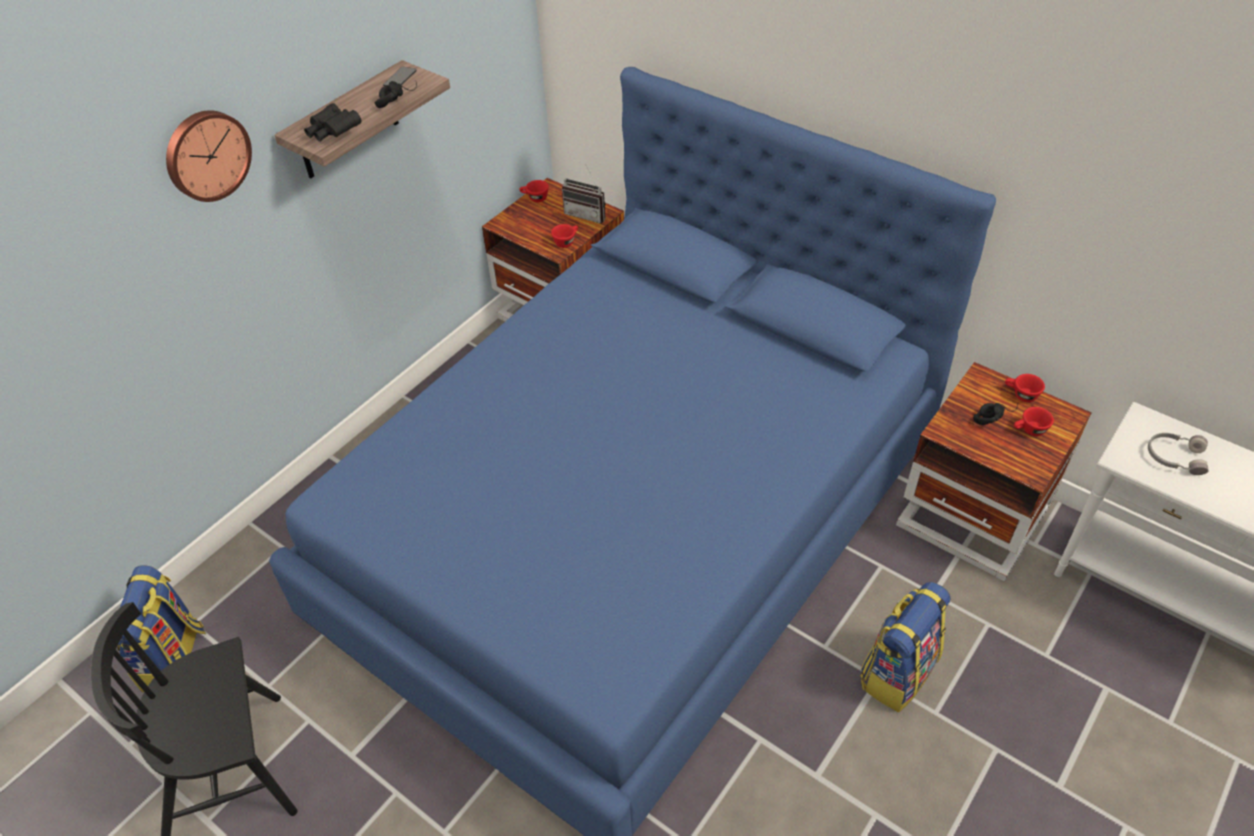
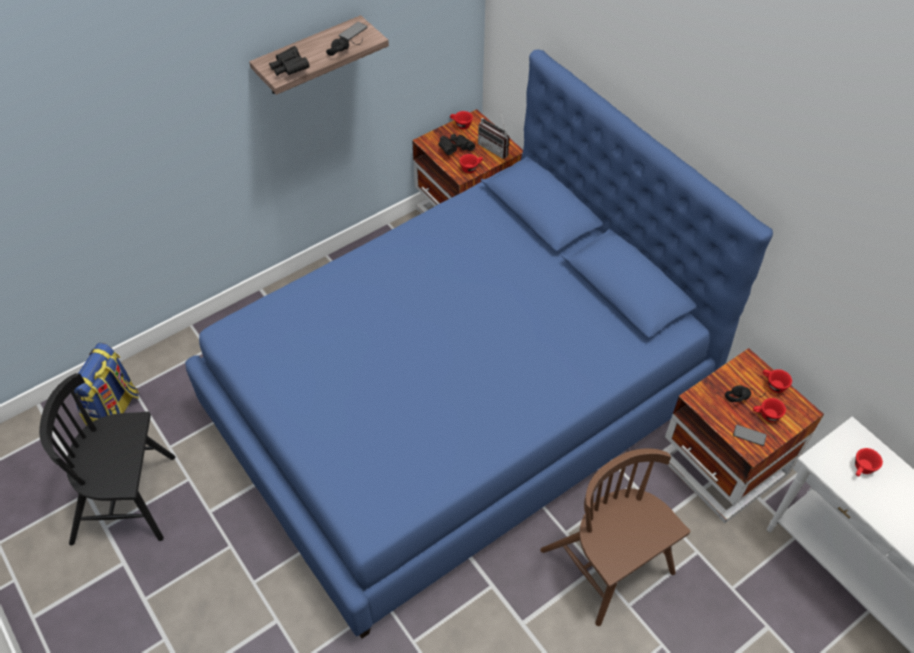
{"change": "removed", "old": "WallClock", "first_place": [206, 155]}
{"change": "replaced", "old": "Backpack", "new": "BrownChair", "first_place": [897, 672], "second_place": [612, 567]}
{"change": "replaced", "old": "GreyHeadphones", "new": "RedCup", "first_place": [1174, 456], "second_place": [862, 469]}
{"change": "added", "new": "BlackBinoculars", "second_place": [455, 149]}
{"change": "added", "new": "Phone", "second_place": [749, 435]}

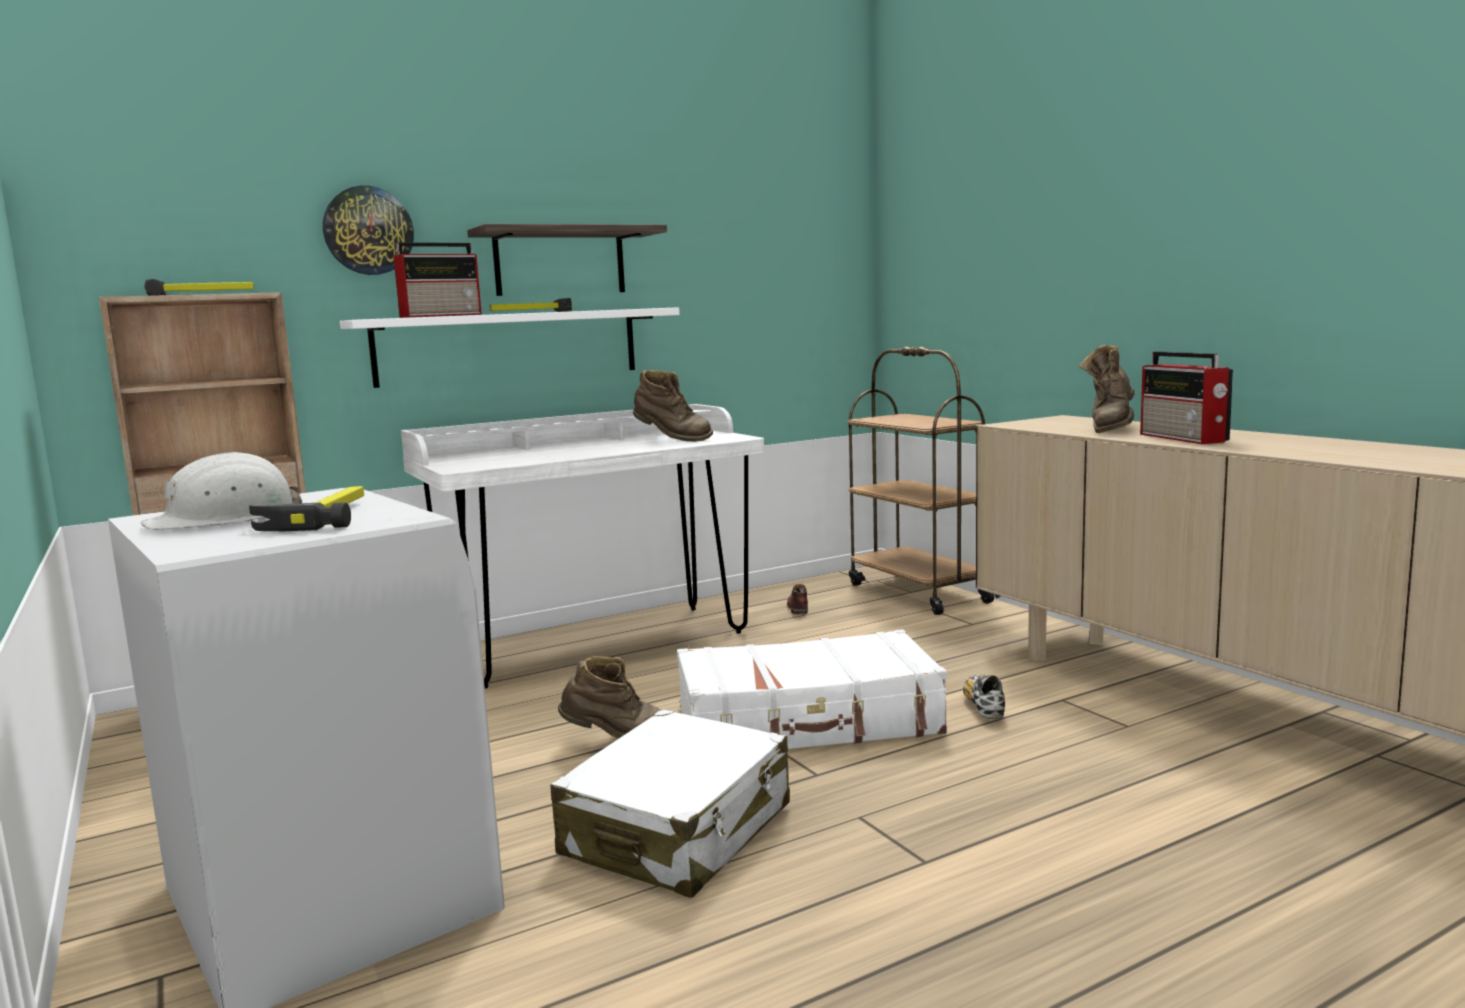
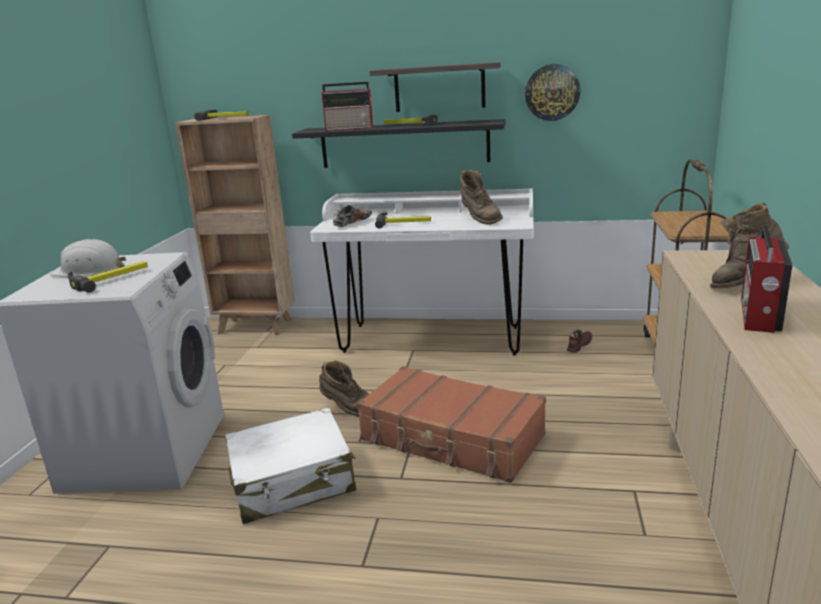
{"change": "moved", "old": "WallClock", "first_place": [368, 231], "second_place": [552, 92]}
{"change": "recoloured", "old": "WhiteShelf", "new": "BlackShelf", "first_place": [509, 346], "second_place": [404, 144]}
{"change": "recoloured", "old": "WhiteSuitcase", "new": "BrownSuitcase", "first_place": [808, 722], "second_place": [451, 438]}
{"change": "moved", "old": "Shoe", "first_place": [983, 707], "second_place": [353, 223]}
{"change": "added", "new": "Hammer", "second_place": [404, 223]}

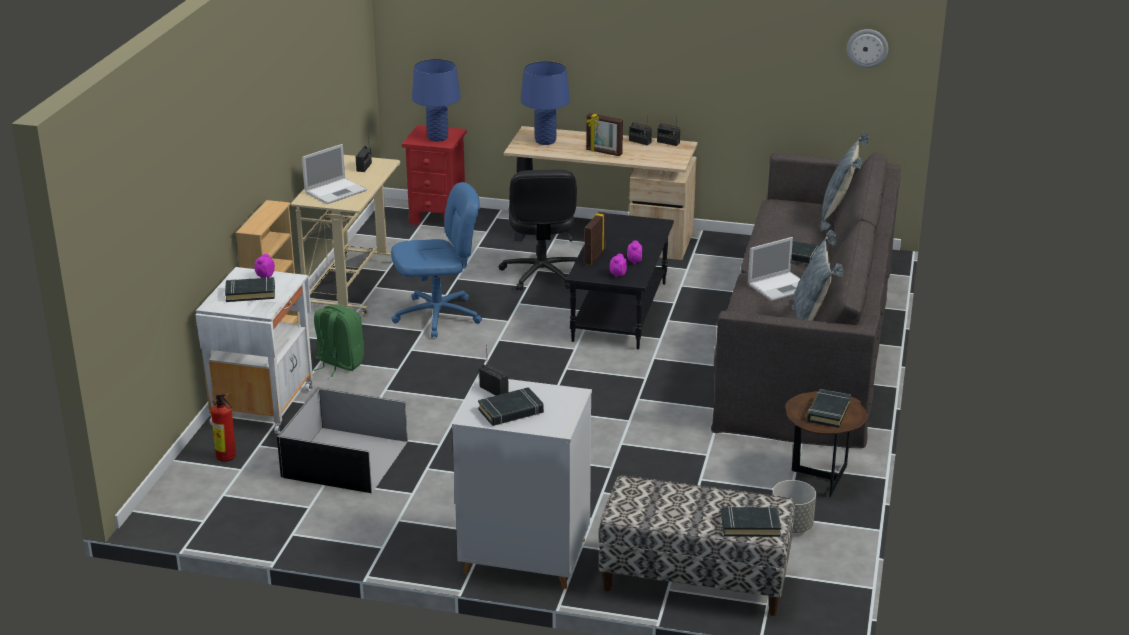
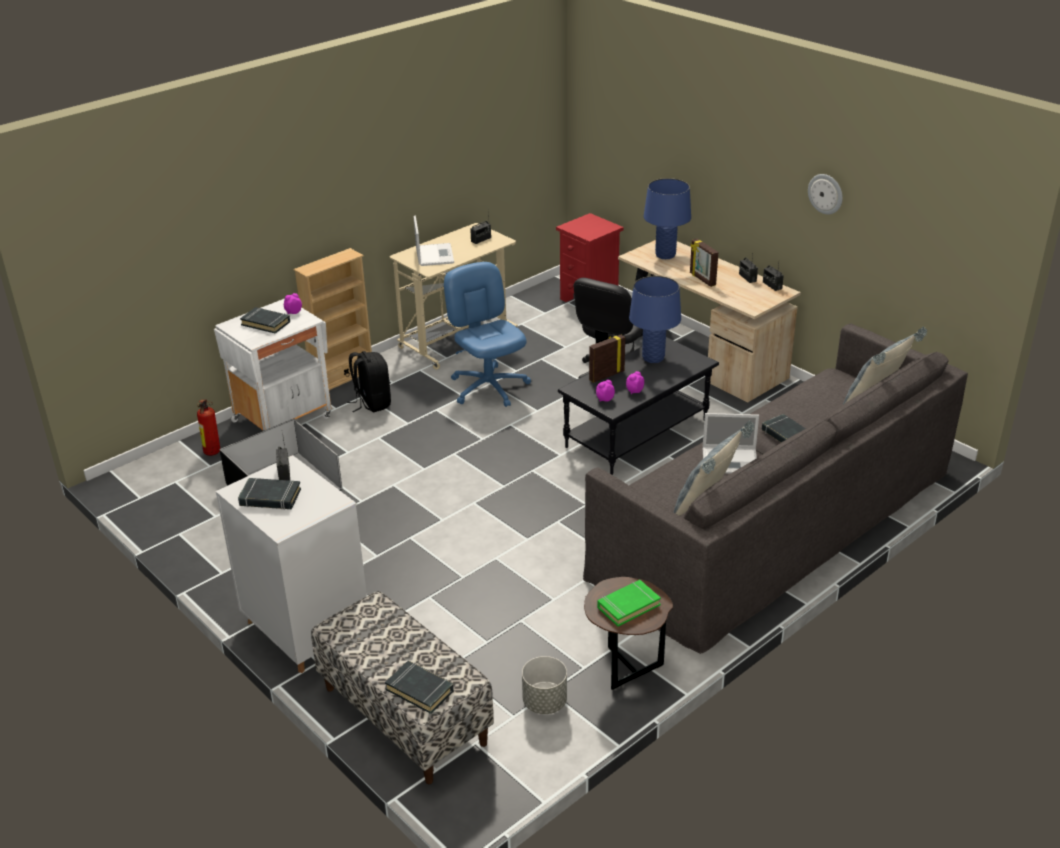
{"change": "turned", "old": "Laptop", "first_place": [336, 191], "second_place": [434, 255], "degrees": -90}
{"change": "recoloured", "old": "GreenBackpack", "new": "BlackBackpack", "first_place": [339, 364], "second_place": [372, 403]}
{"change": "turned", "old": "BlueOfficeChair", "first_place": [438, 316], "second_place": [489, 387], "degrees": -135}
{"change": "moved", "old": "BlueTableLamp", "first_place": [438, 138], "second_place": [653, 358]}
{"change": "recoloured", "old": "BlackBook", "new": "GreenBook", "first_place": [828, 412], "second_place": [628, 606]}
{"change": "moved", "old": "WallClock", "first_place": [867, 48], "second_place": [825, 193]}

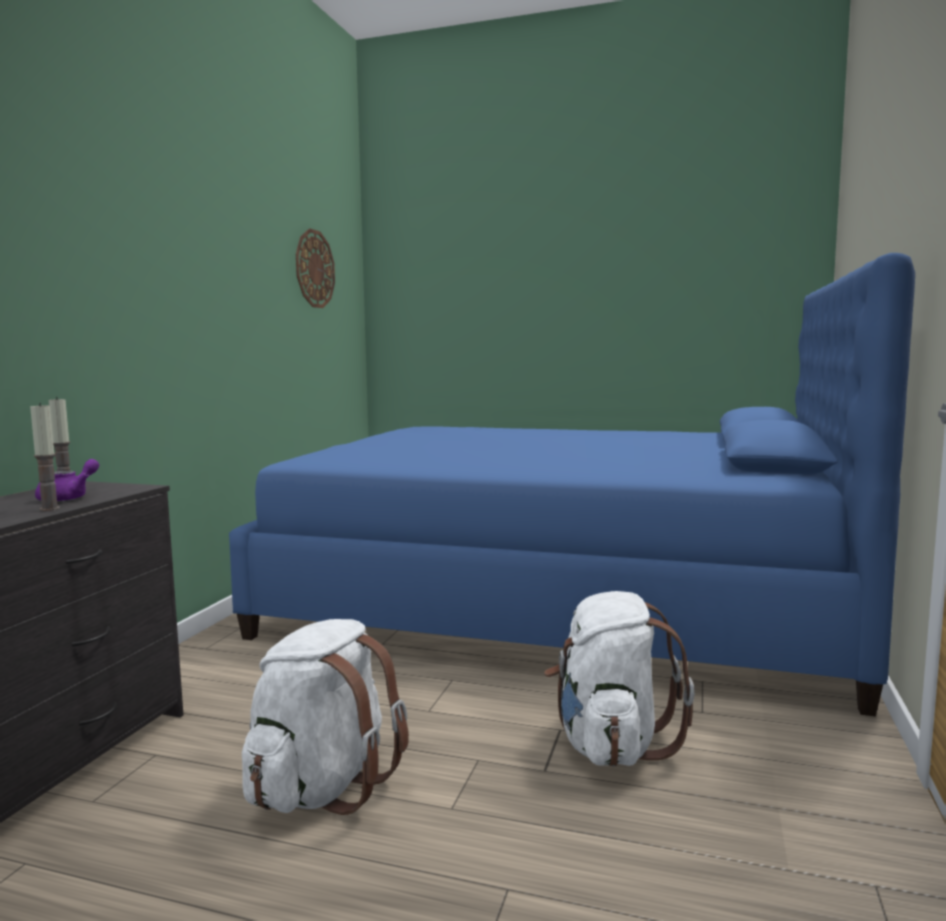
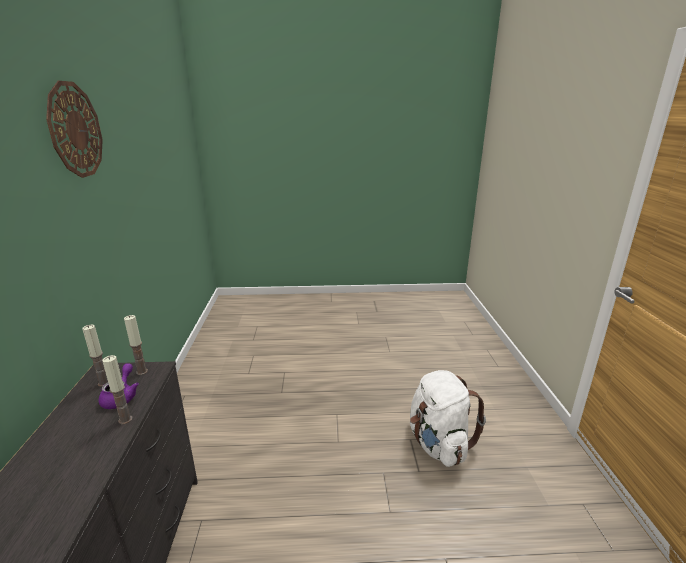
{"change": "removed", "old": "BlueBed", "first_place": [561, 601]}
{"change": "removed", "old": "WhiteBackpack", "first_place": [323, 786]}
{"change": "moved", "old": "WallClock", "first_place": [314, 269], "second_place": [75, 130]}
{"change": "added", "new": "Candle", "second_place": [142, 371]}

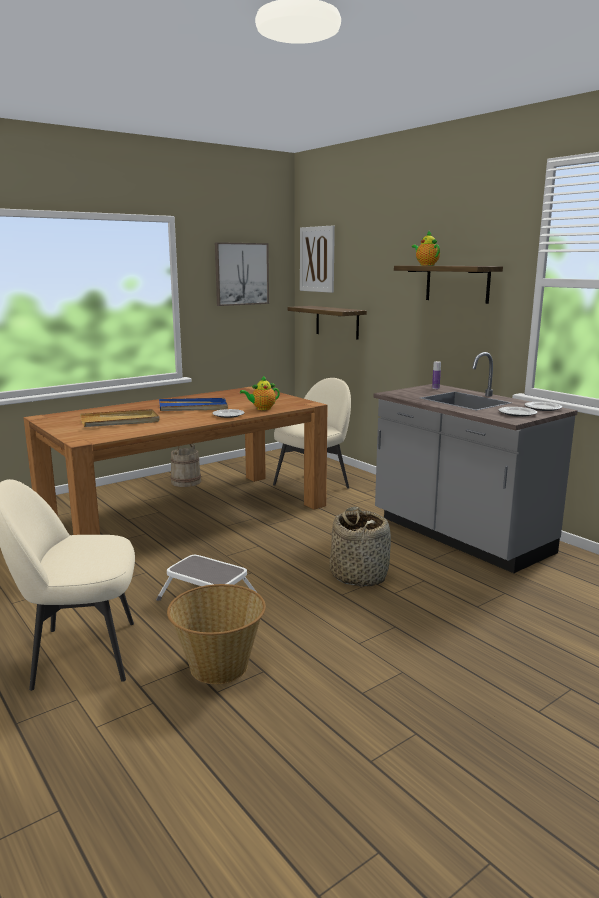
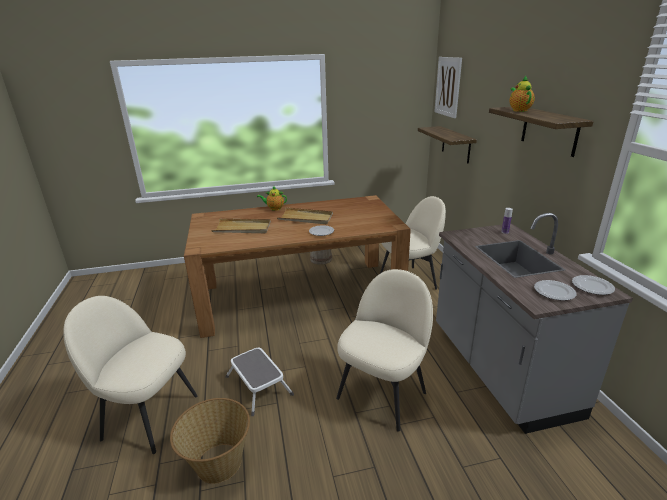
{"change": "recoloured", "old": "BlueTray", "new": "BeigeTray", "first_place": [193, 407], "second_place": [306, 218]}
{"change": "removed", "old": "Picture", "first_place": [241, 274]}
{"change": "moved", "old": "Teapot", "first_place": [262, 408], "second_place": [274, 208]}
{"change": "replaced", "old": "Basket", "new": "BeigeChair", "first_place": [359, 575], "second_place": [383, 393]}

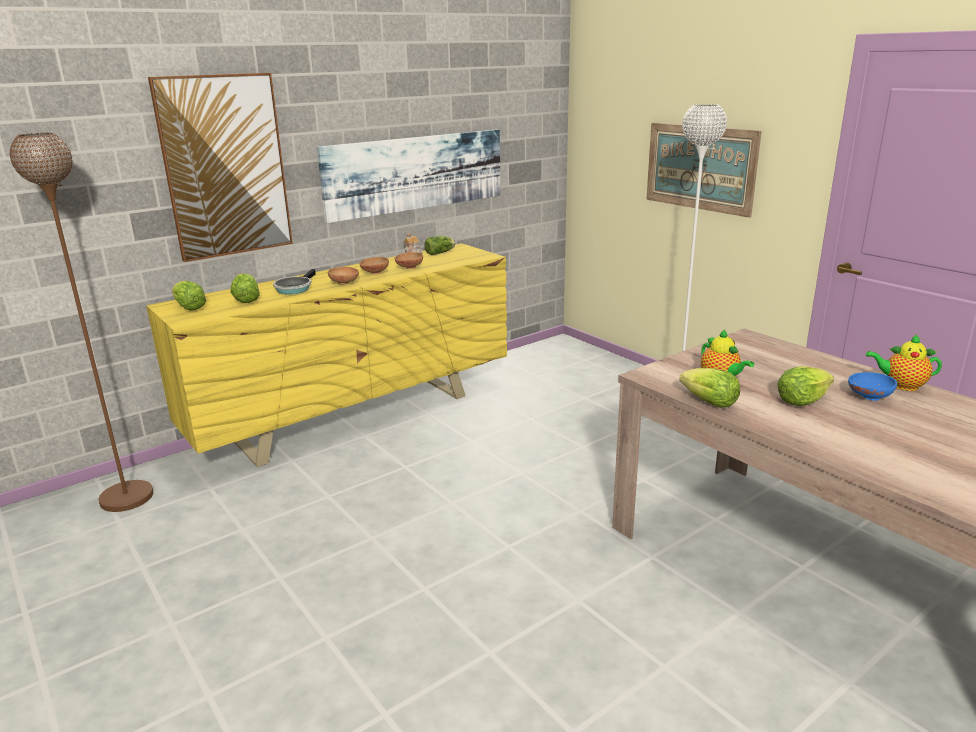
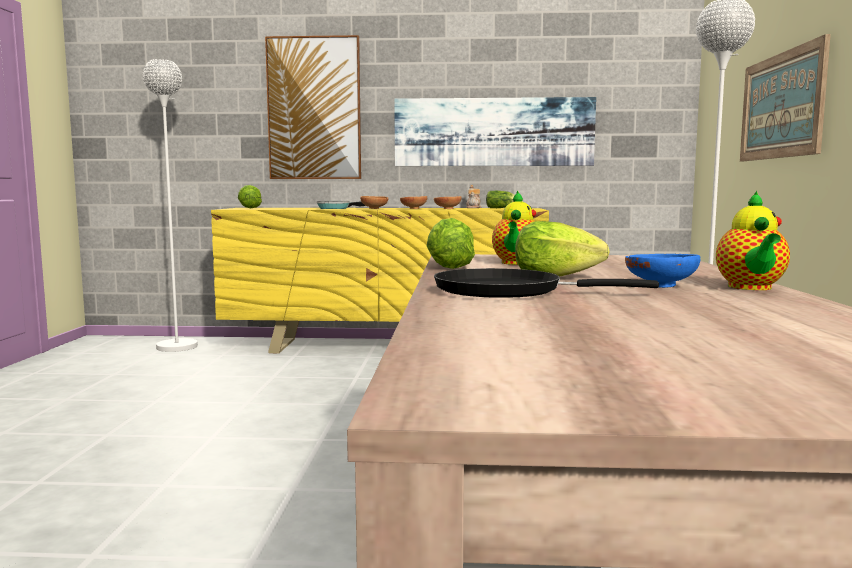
{"change": "recoloured", "old": "BrownFloorLamp", "new": "WhiteFloorLamp", "first_place": [126, 497], "second_place": [177, 347]}
{"change": "removed", "old": "Lettuce", "first_place": [246, 300]}
{"change": "turned", "old": "Teapot", "first_place": [901, 386], "second_place": [751, 288], "degrees": -135}
{"change": "added", "new": "BlackFryingPan", "second_place": [507, 291]}

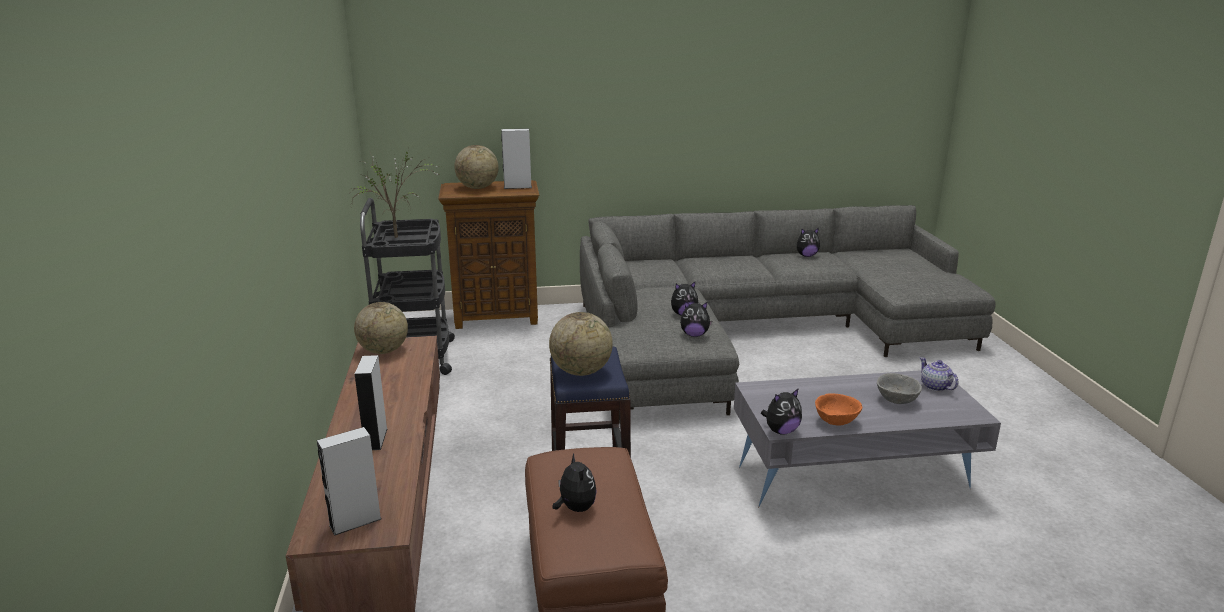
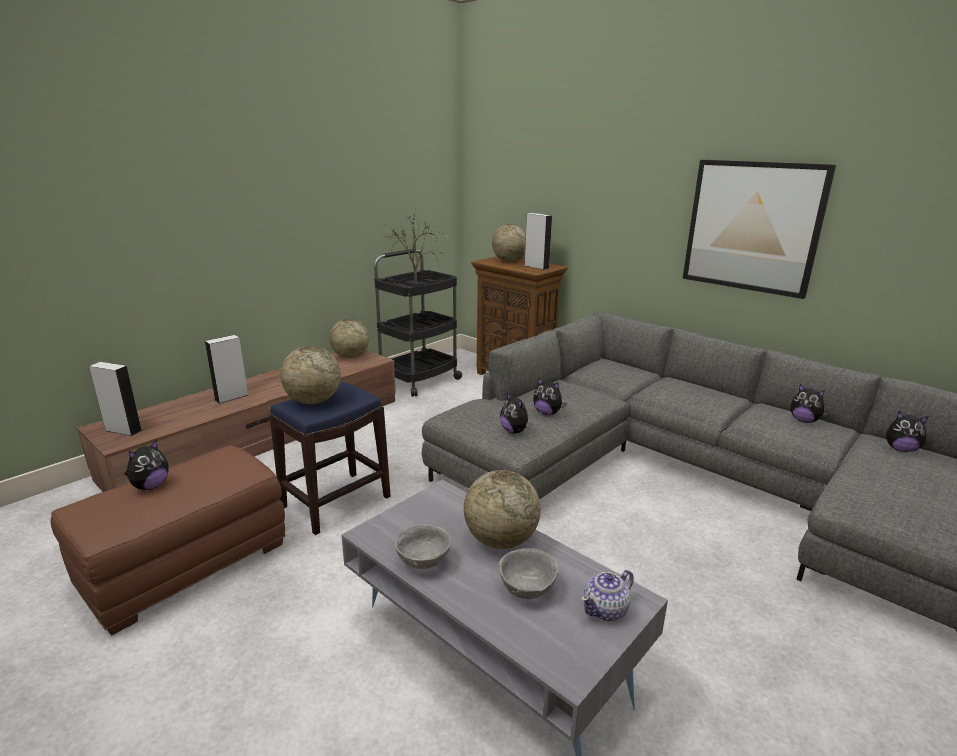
{"change": "moved", "old": "PlushToy", "first_place": [781, 431], "second_place": [900, 449]}
{"change": "recoloured", "old": "OrangeBowl", "new": "GreyBowl", "first_place": [836, 421], "second_place": [423, 562]}
{"change": "turned", "old": "Teapot", "first_place": [935, 387], "second_place": [606, 610], "degrees": -150}
{"change": "added", "new": "Globe", "second_place": [500, 540]}
{"change": "added", "new": "Picture", "second_place": [752, 227]}

